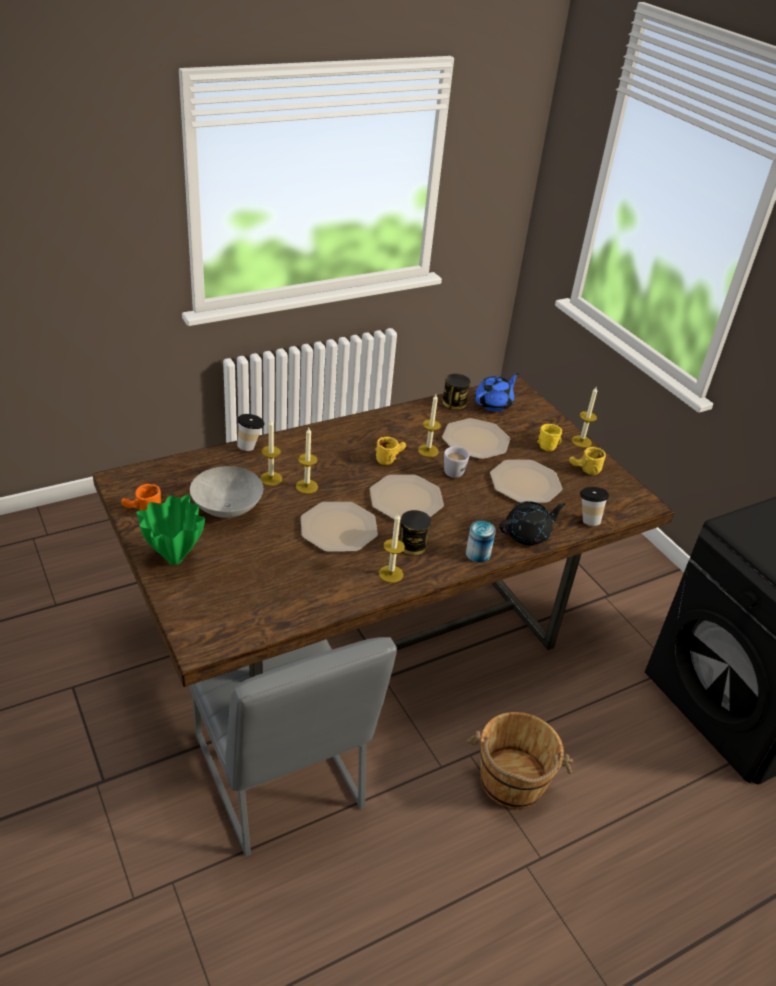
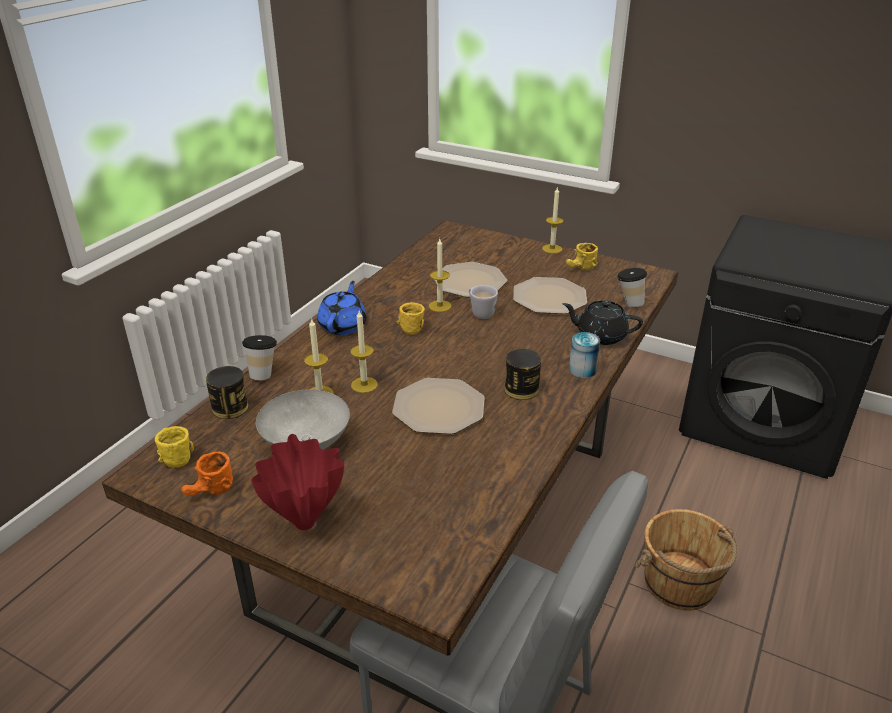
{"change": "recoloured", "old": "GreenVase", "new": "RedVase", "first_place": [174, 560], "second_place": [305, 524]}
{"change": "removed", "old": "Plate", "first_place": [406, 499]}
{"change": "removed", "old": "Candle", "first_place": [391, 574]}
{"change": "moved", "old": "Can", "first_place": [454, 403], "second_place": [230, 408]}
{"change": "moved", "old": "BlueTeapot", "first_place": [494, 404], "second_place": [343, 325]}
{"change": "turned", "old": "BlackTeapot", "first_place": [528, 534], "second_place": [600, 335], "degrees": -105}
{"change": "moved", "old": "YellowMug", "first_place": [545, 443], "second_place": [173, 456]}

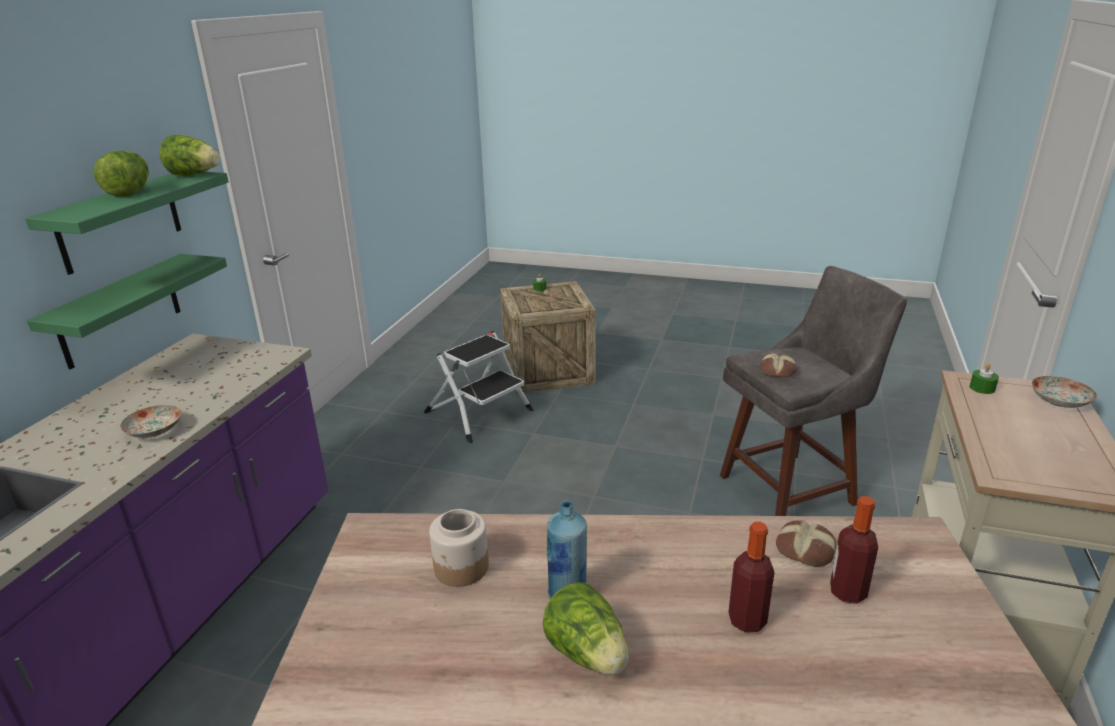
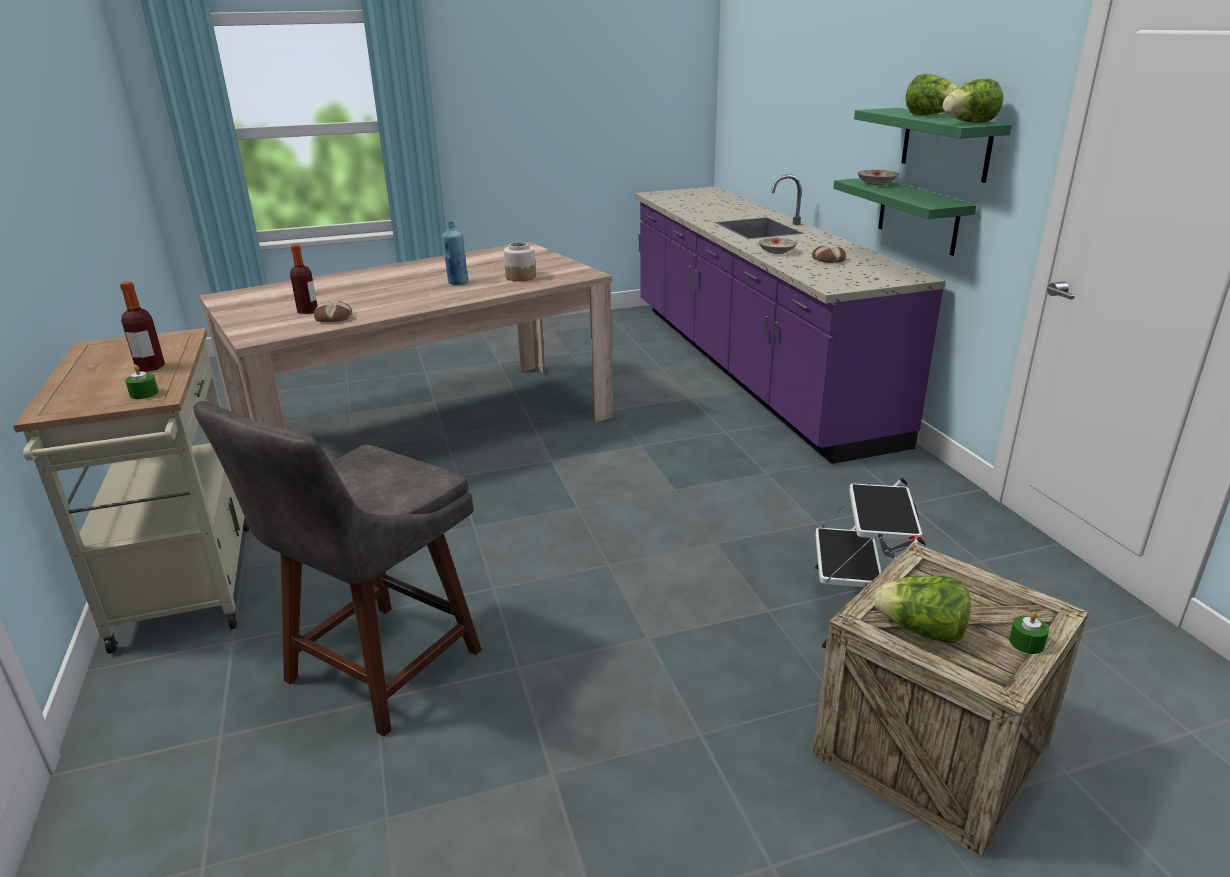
{"change": "moved", "old": "Lettuce", "first_place": [587, 654], "second_place": [921, 631]}
{"change": "moved", "old": "Bottle", "first_place": [747, 620], "second_place": [150, 367]}
{"change": "moved", "old": "Bread", "first_place": [778, 370], "second_place": [828, 259]}
{"change": "moved", "old": "Plate", "first_place": [1060, 401], "second_place": [876, 183]}

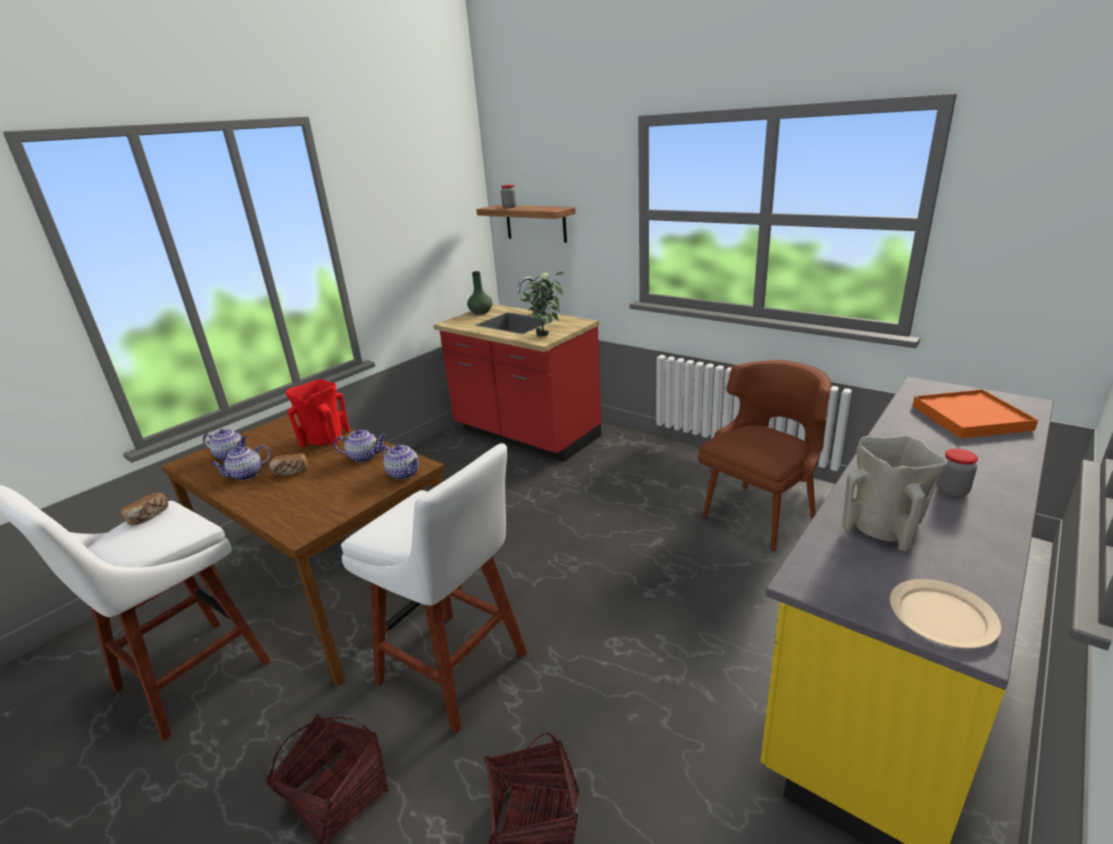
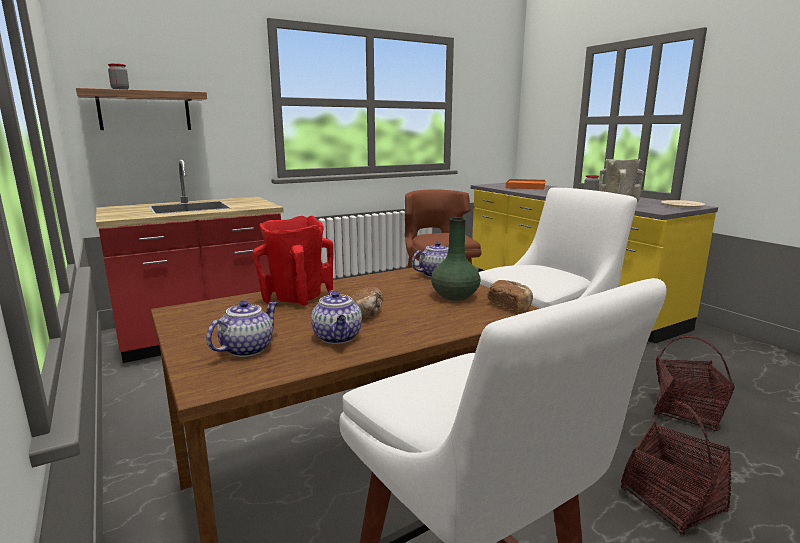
{"change": "moved", "old": "Bread", "first_place": [149, 516], "second_place": [510, 306]}
{"change": "removed", "old": "Teapot", "first_place": [364, 457]}
{"change": "moved", "old": "GreenVase", "first_place": [480, 312], "second_place": [454, 296]}
{"change": "removed", "old": "PottedPlant", "first_place": [545, 334]}

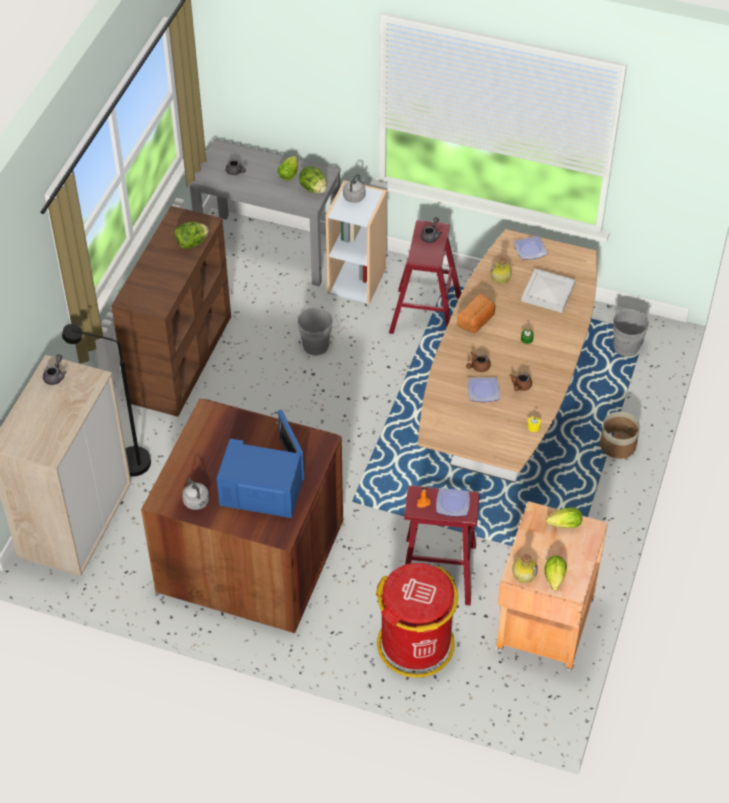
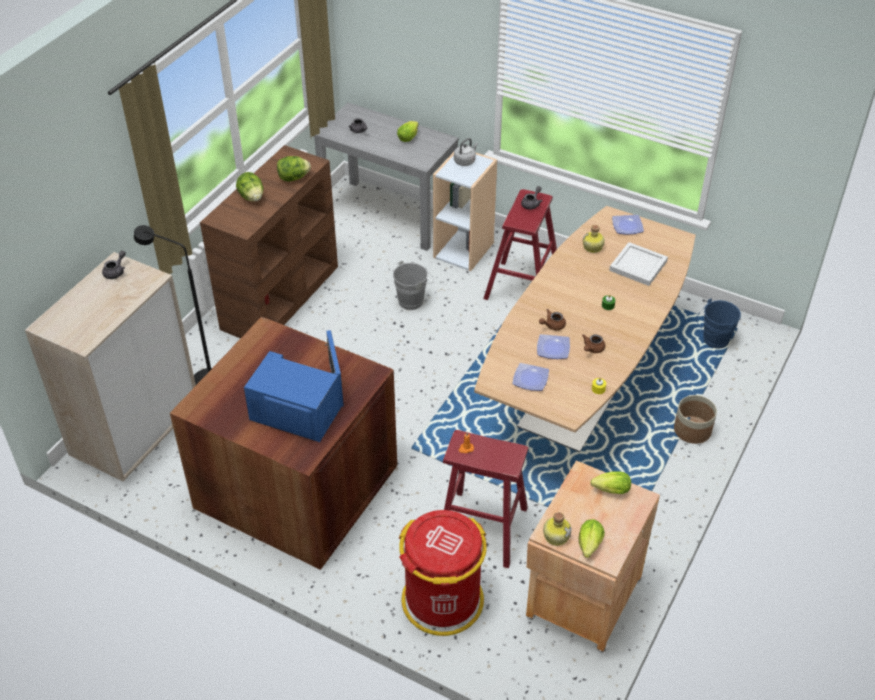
{"change": "removed", "old": "GreyKettle", "first_place": [197, 502]}
{"change": "moved", "old": "Lettuce", "first_place": [313, 189], "second_place": [252, 197]}
{"change": "moved", "old": "Plate", "first_place": [453, 504], "second_place": [531, 380]}
{"change": "removed", "old": "Bread", "first_place": [477, 321]}
{"change": "recoloured", "old": "GreyBucket", "new": "BlueBucket", "first_place": [624, 349], "second_place": [713, 341]}

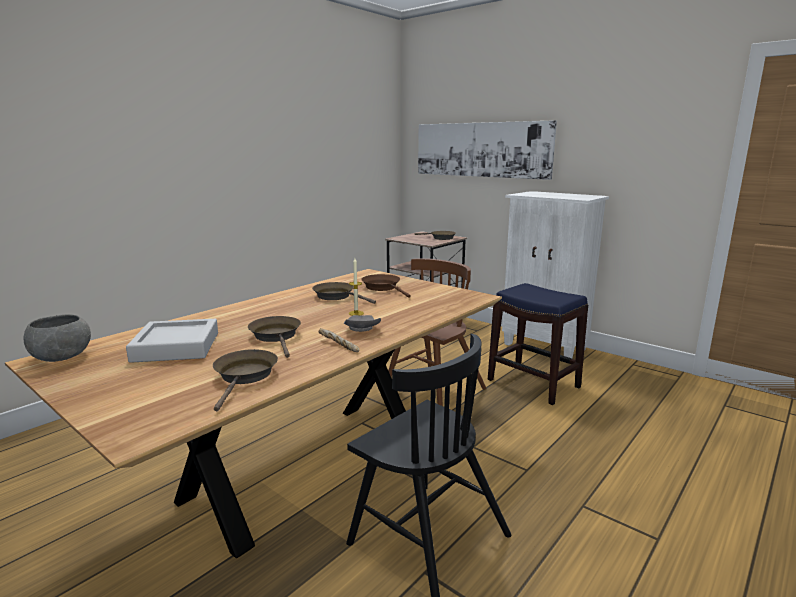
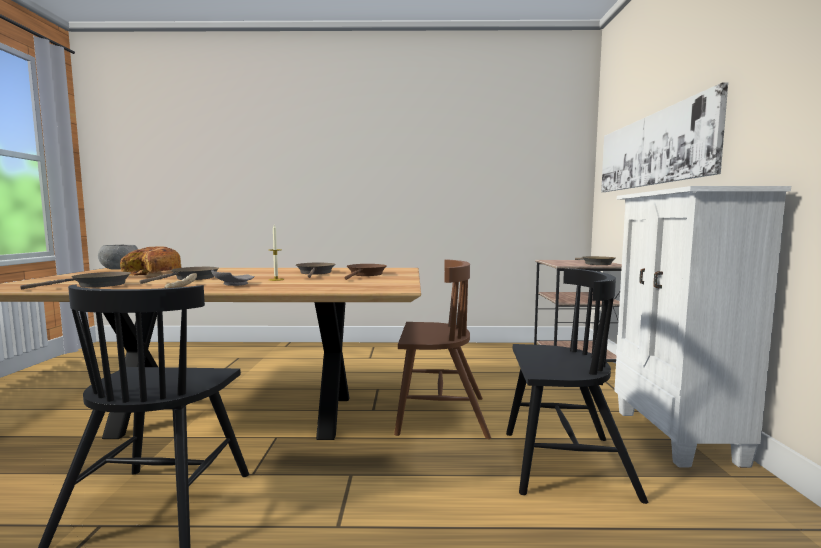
{"change": "replaced", "old": "GreyTray", "new": "Bread", "first_place": [176, 347], "second_place": [151, 273]}
{"change": "replaced", "old": "Stool", "new": "BlackChair", "first_place": [533, 384], "second_place": [558, 463]}

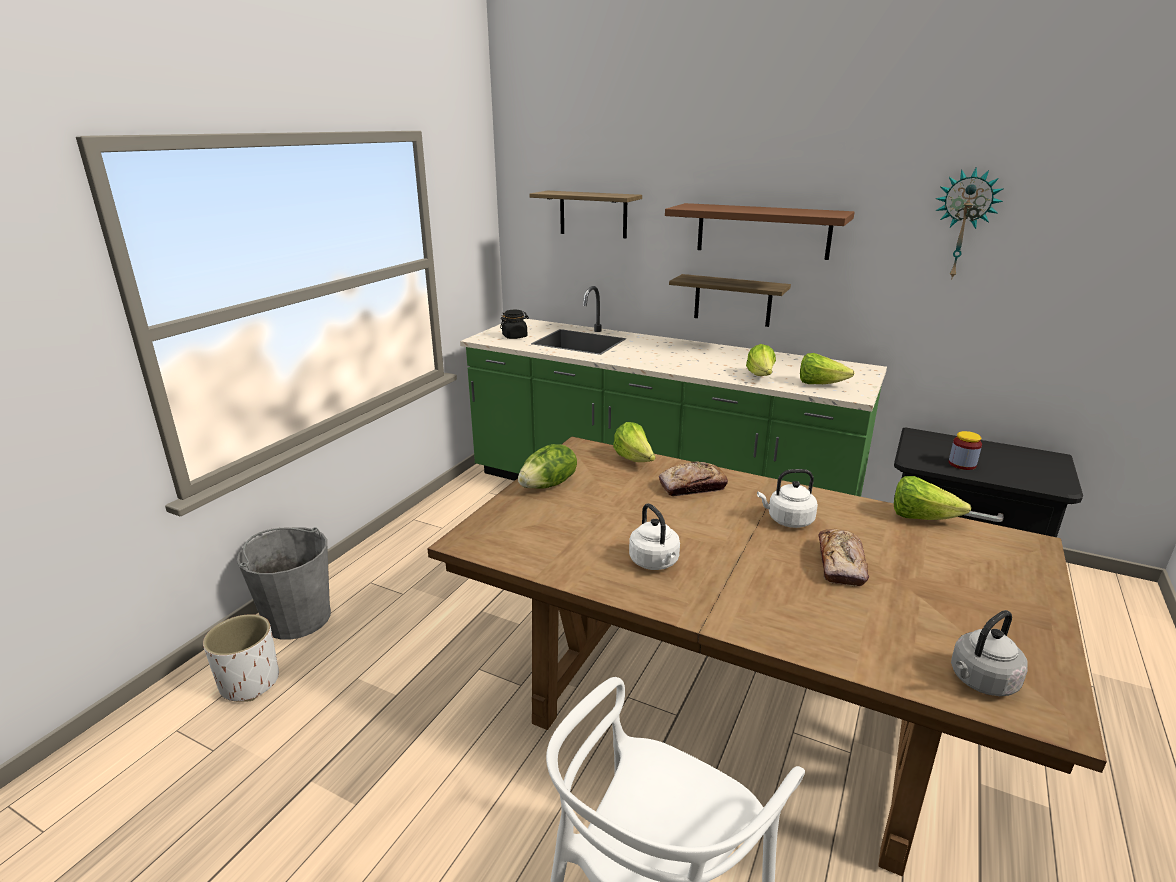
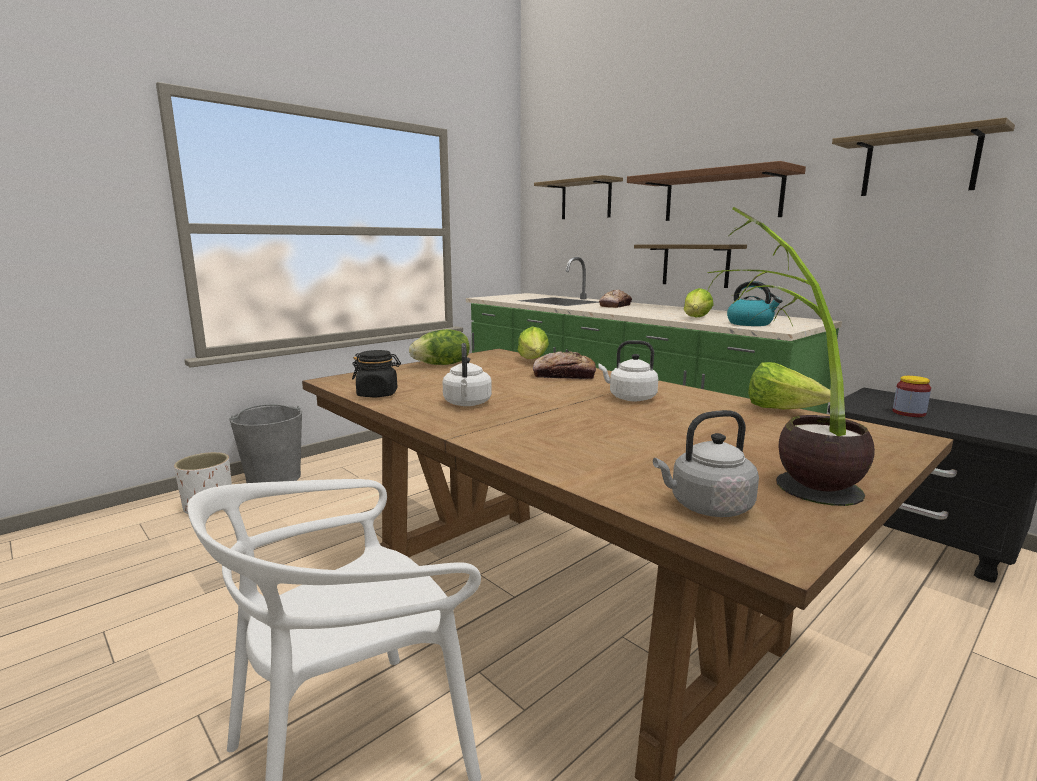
{"change": "moved", "old": "BlackJar", "first_place": [515, 336], "second_place": [378, 394]}
{"change": "replaced", "old": "Lettuce", "new": "Kettle", "first_place": [819, 384], "second_place": [750, 324]}
{"change": "moved", "old": "Bread", "first_place": [840, 564], "second_place": [615, 306]}
{"change": "replaced", "old": "WallClock", "new": "Shelf", "first_place": [963, 224], "second_place": [919, 164]}
{"change": "added", "new": "PottedPlant", "second_place": [781, 470]}

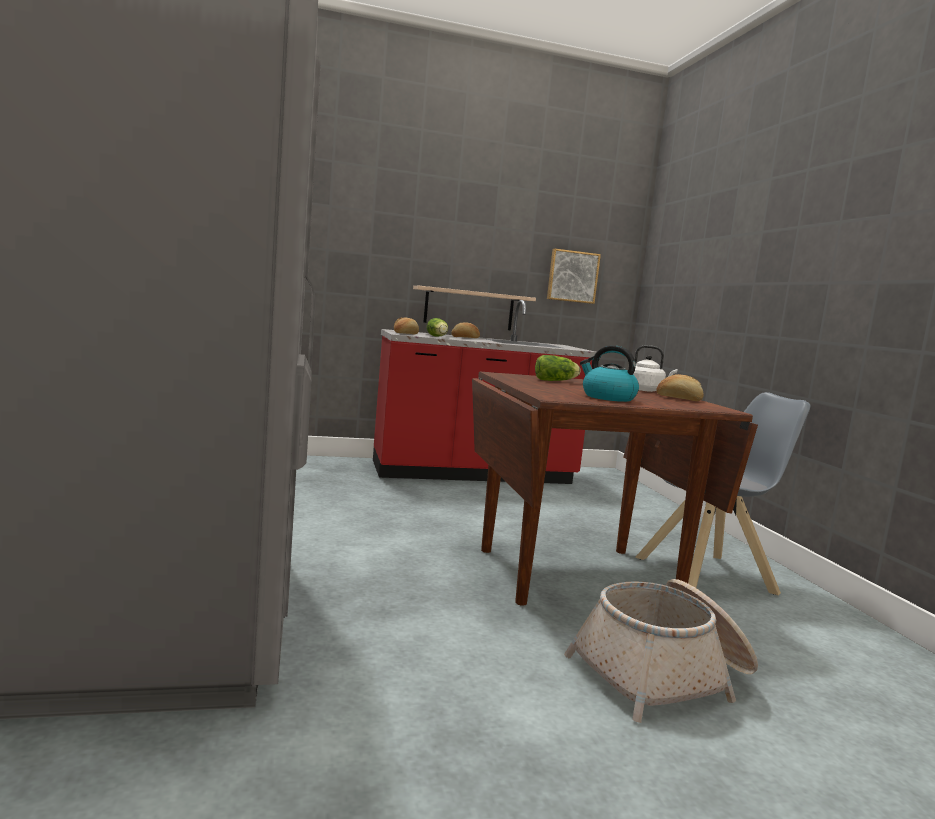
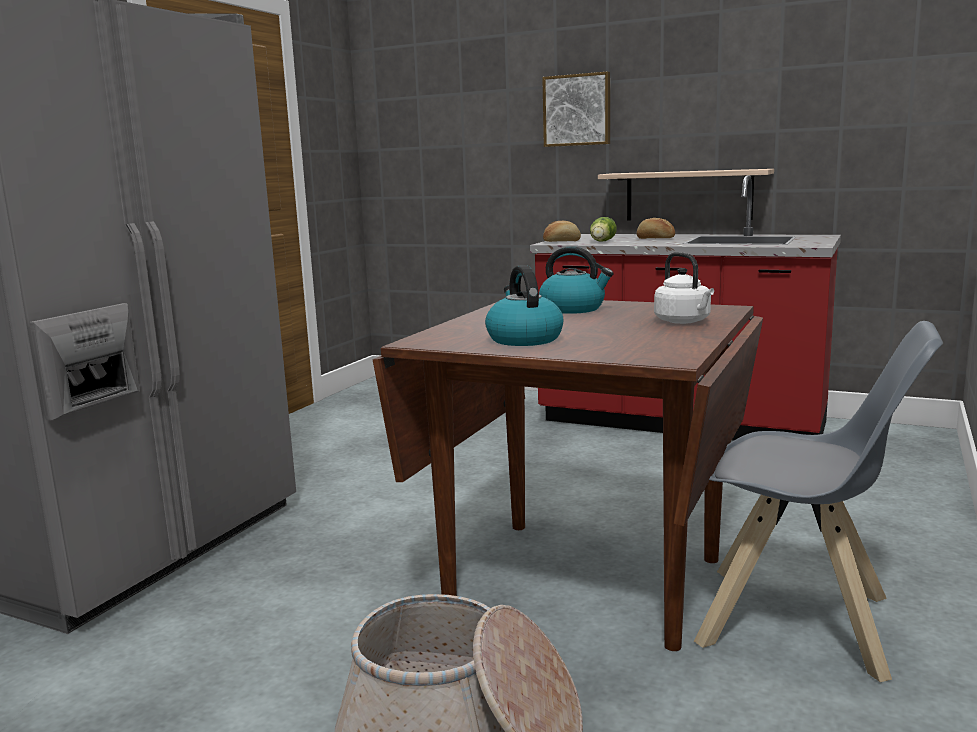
{"change": "replaced", "old": "Lettuce", "new": "Kettle", "first_place": [556, 381], "second_place": [573, 309]}
{"change": "moved", "old": "Picture", "first_place": [572, 276], "second_place": [577, 110]}
{"change": "removed", "old": "Bread", "first_place": [678, 398]}

